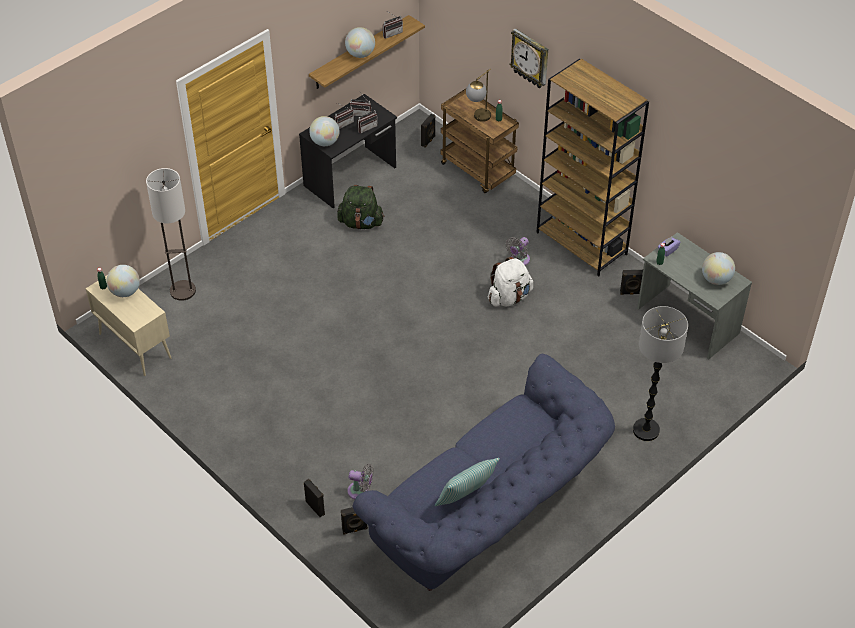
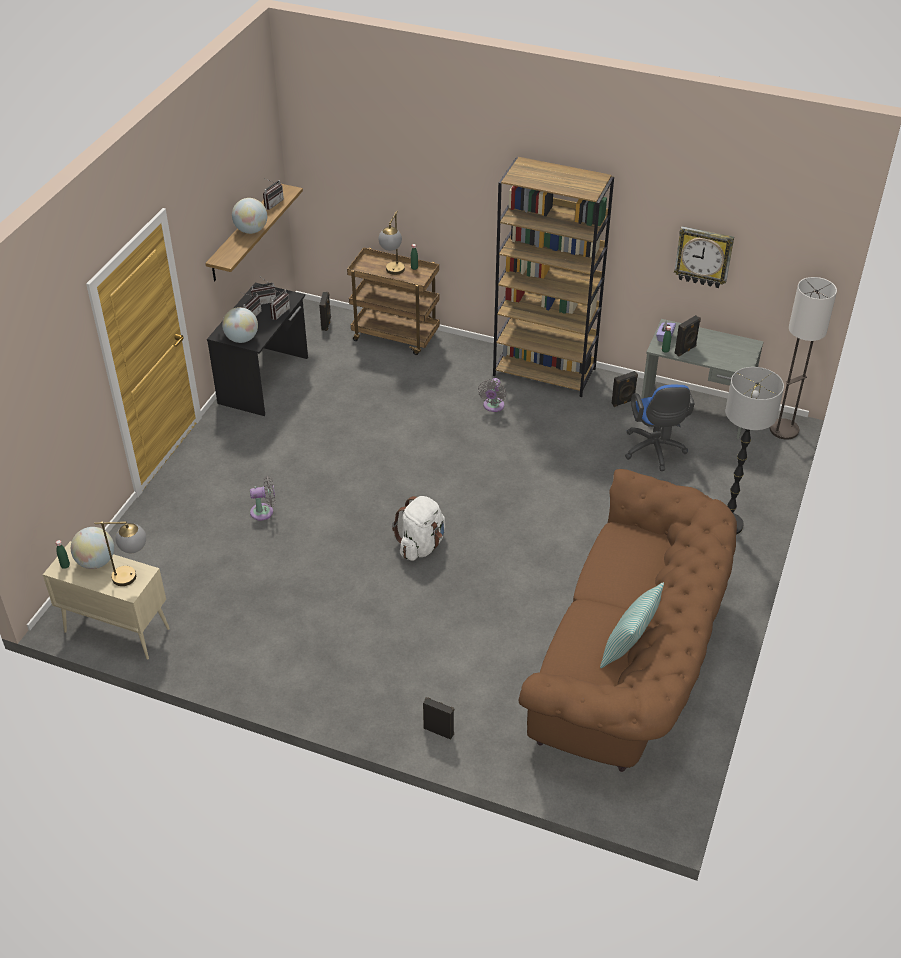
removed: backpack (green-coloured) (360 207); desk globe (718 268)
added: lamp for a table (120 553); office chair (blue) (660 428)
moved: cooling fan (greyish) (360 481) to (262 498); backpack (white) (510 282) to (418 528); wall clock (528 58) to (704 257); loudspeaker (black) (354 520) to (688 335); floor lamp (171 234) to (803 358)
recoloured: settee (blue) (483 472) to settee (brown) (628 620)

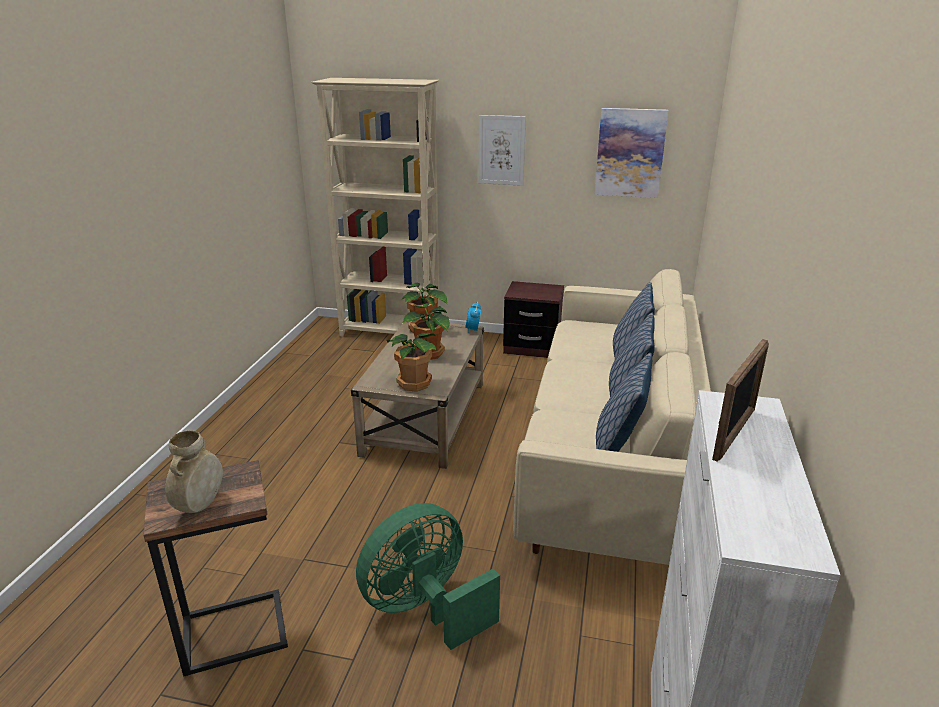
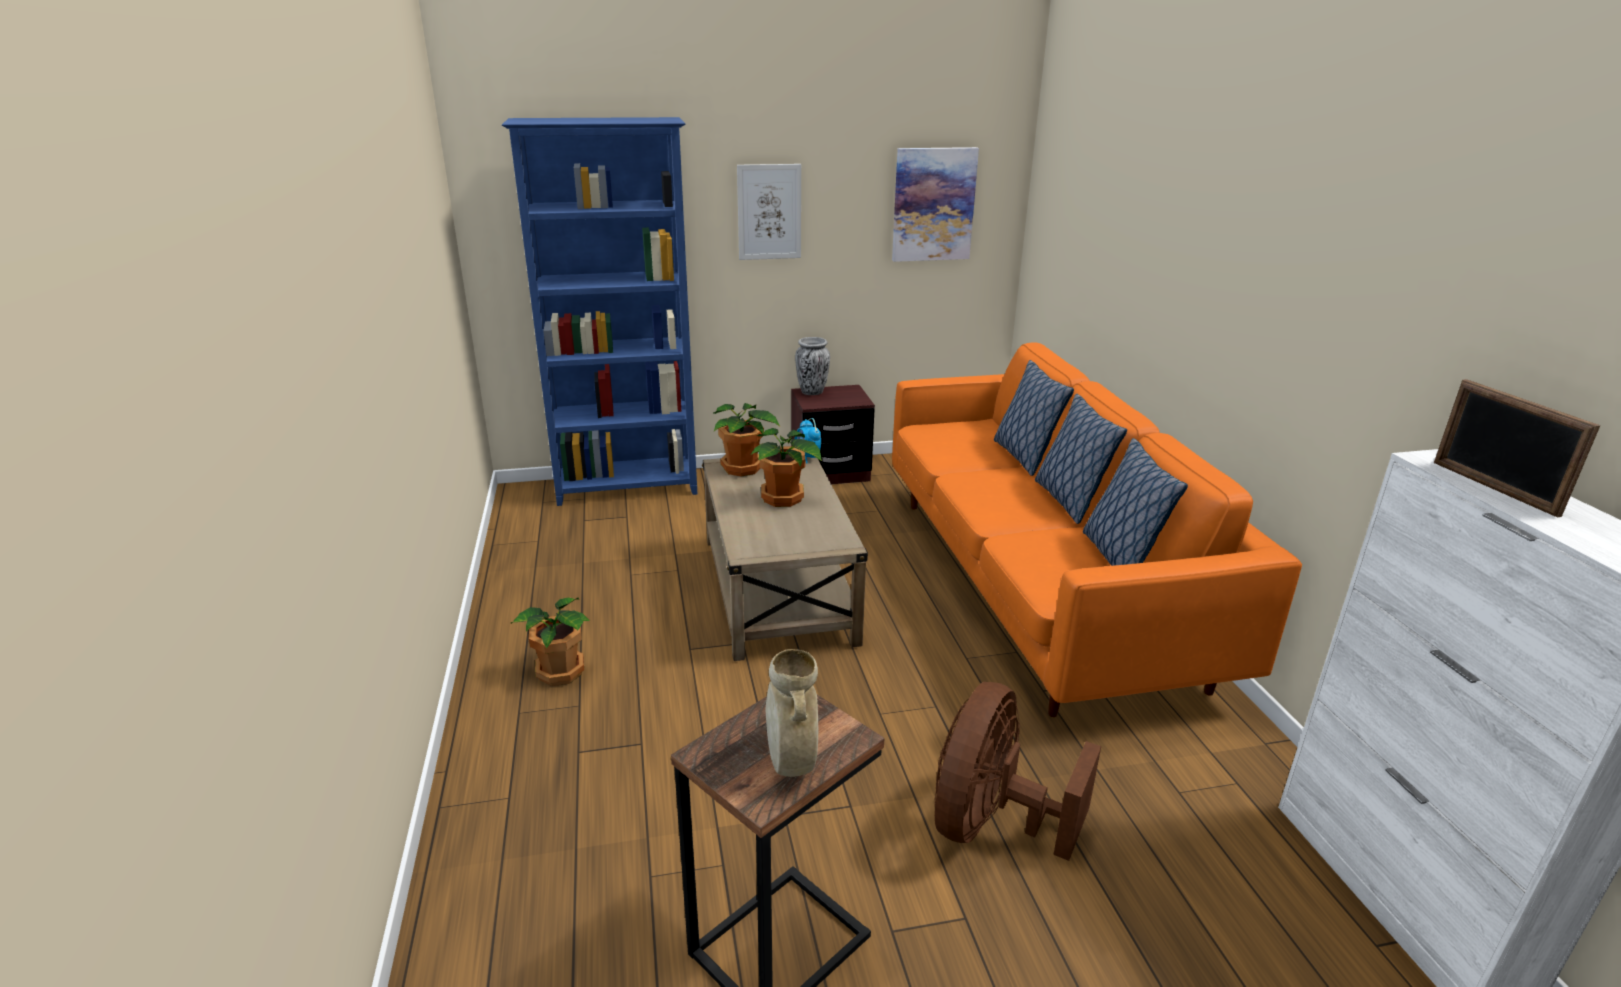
added: flower vase (812 366)
moved: potted plant (412 362) to (550 641)
recoloured: shelving unit (beige) (375 207) to shelving unit (blue) (599 311); settee (beige) (612 417) to settee (orangey) (1097 529); cooling fan (green-coloured) (428 576) to cooling fan (brown) (1018 771)
turned: picture frame (740 400) = (1517 448) 150 degrees clockwise

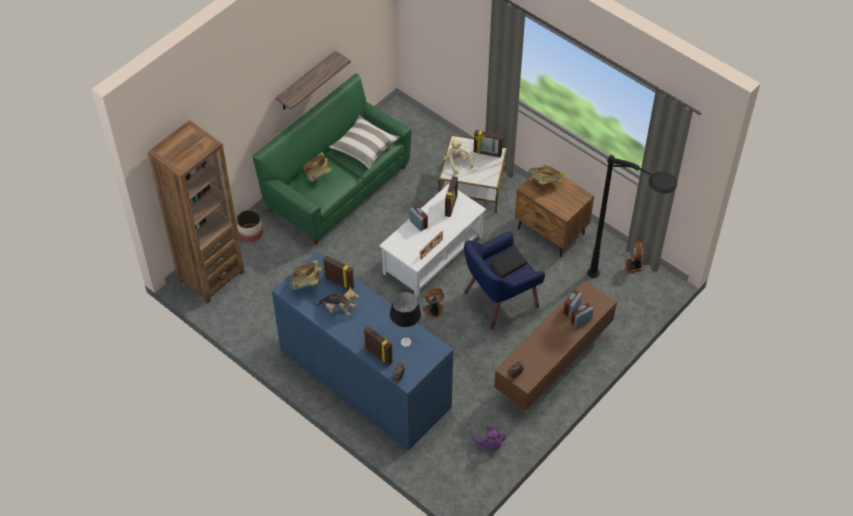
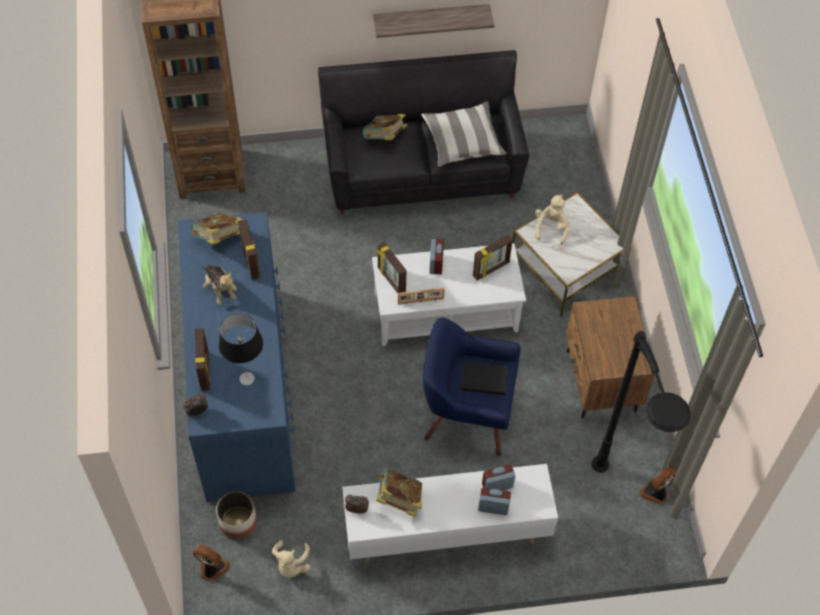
moved: cooling fan (433 303) to (211 563); planter (249 226) to (236 515); book (546 175) to (399 492); picture frame (488 144) to (392 267)
recoloured: plush toy (purplish) (489 438) to plush toy (beige) (291 558); settee (green-coloured) (332 159) to settee (black) (423 132); tv stand (brown) (555 347) to tv stand (white) (450 514)

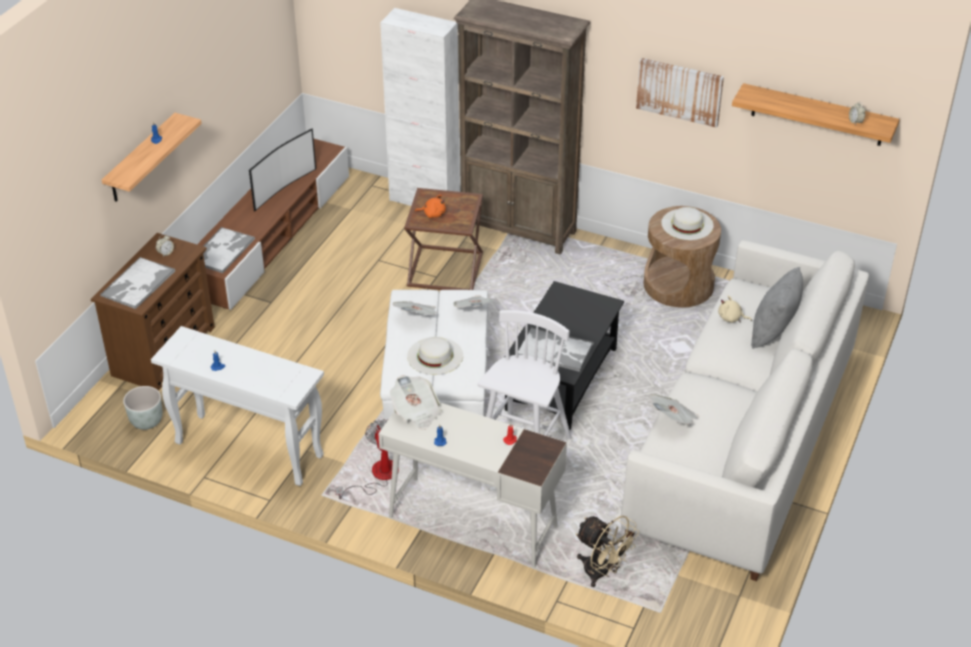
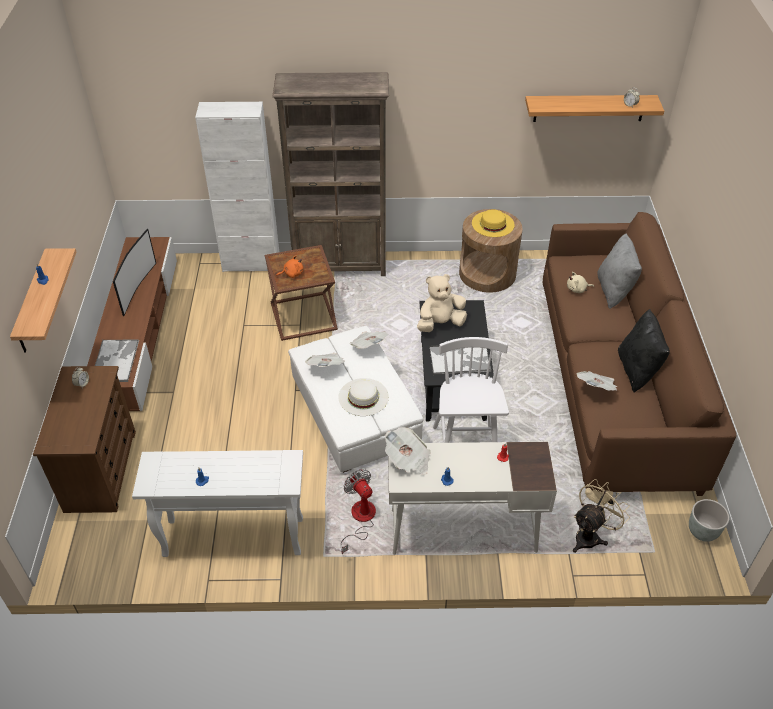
removed: tray (138 283); wall picture (680 93)
added: plush toy (beige) (442 303); pillow (black) (644 350)
moved: planter (greyish) (142 408) to (709 520)
recoloured: hat (white) (687 223) to hat (yellow) (493 223); settee (white) (745 410) to settee (brown) (639 354)
turned: cooling fan (beige) (607 551) = (601 516) 60 degrees counterclockwise

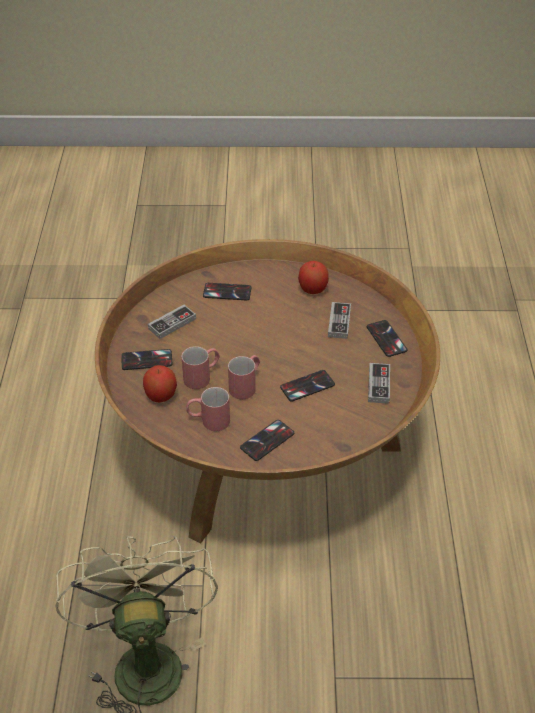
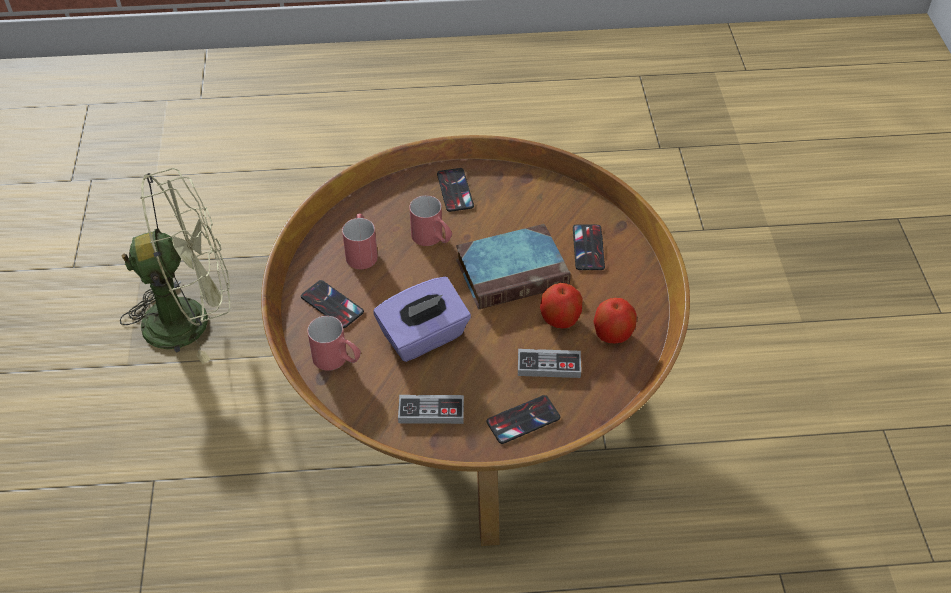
removed: joypad (172 322)
added: book (513 267)
moved: mug (red-coloured) (244 377) to (334 343); whole apple (160 384) to (561 306)
replaced: telephone (307 386) to tissue box (purplish) (422 319)

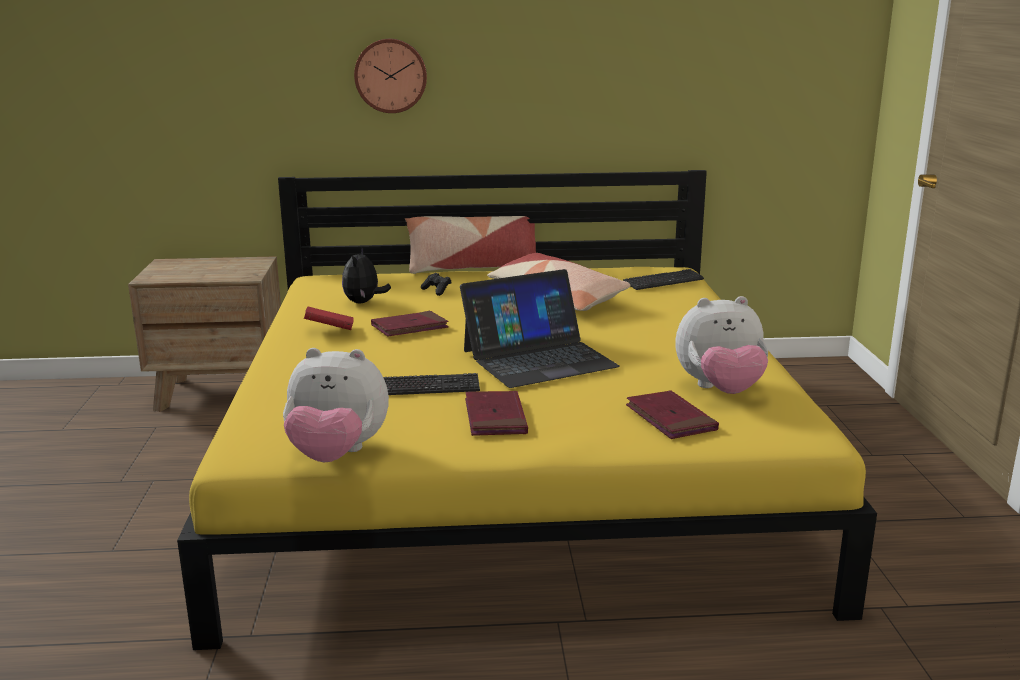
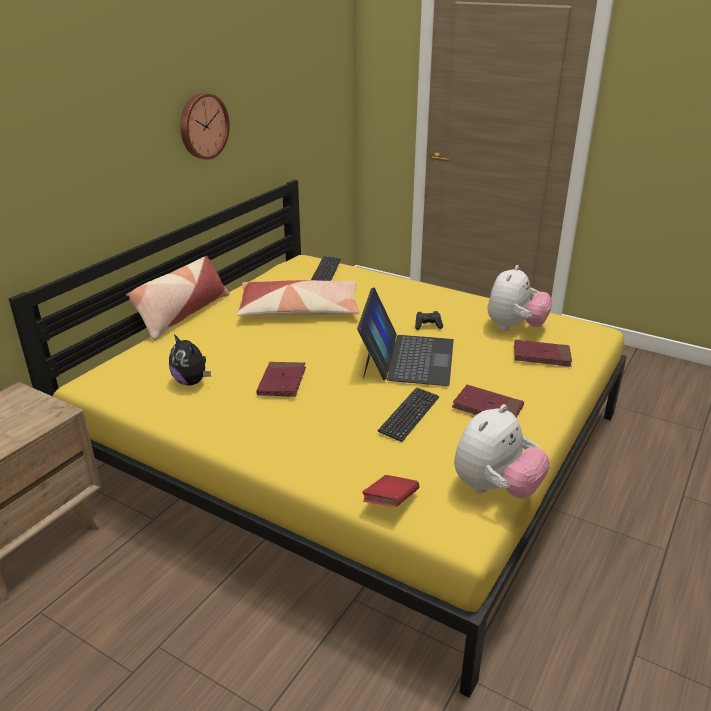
moved: wall clock (390 76) to (205 126); book (red-coloured) (329 318) to (390 491); joypad (black) (436 284) to (429 320)

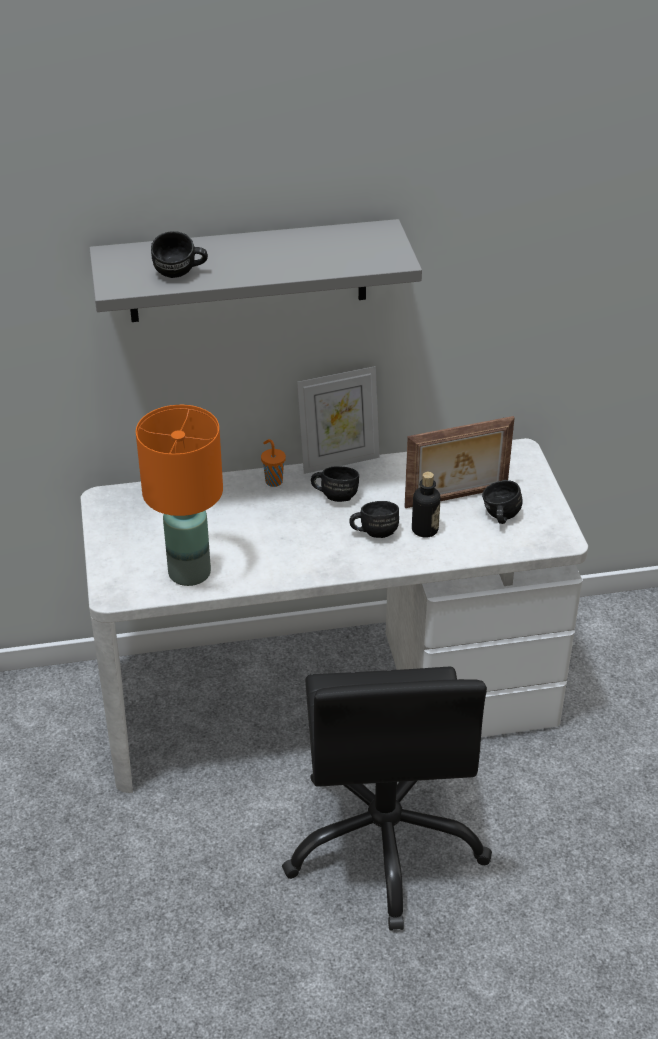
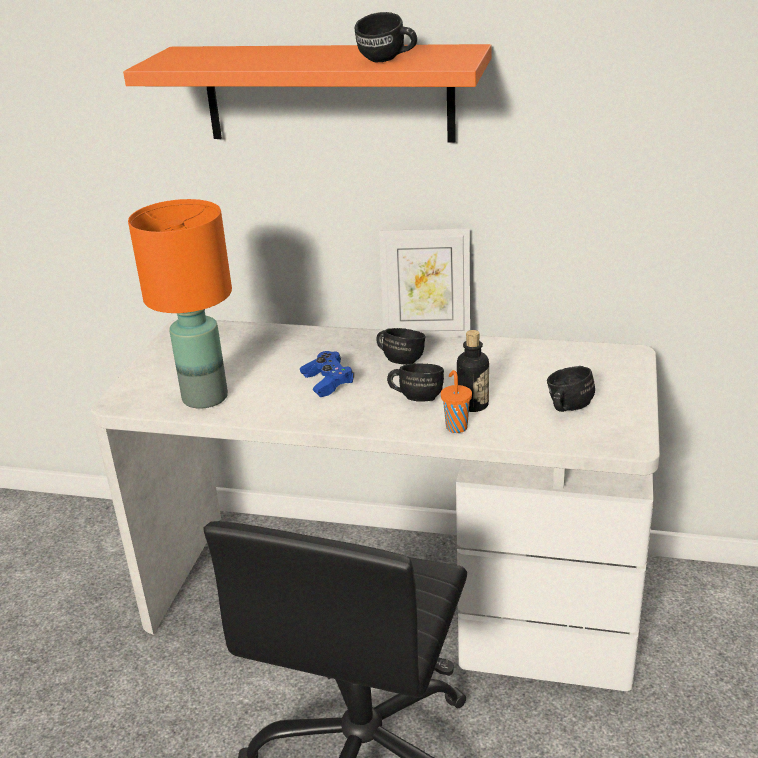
removed: picture frame (459 462)
added: joypad (blue) (327 374)
moved: mug (black) (179 254) to (386 37); small cup (orangey) (273 463) to (456 401)
recoloured: bracket shelf (greyish) (255 270) to bracket shelf (orangey) (307 93)

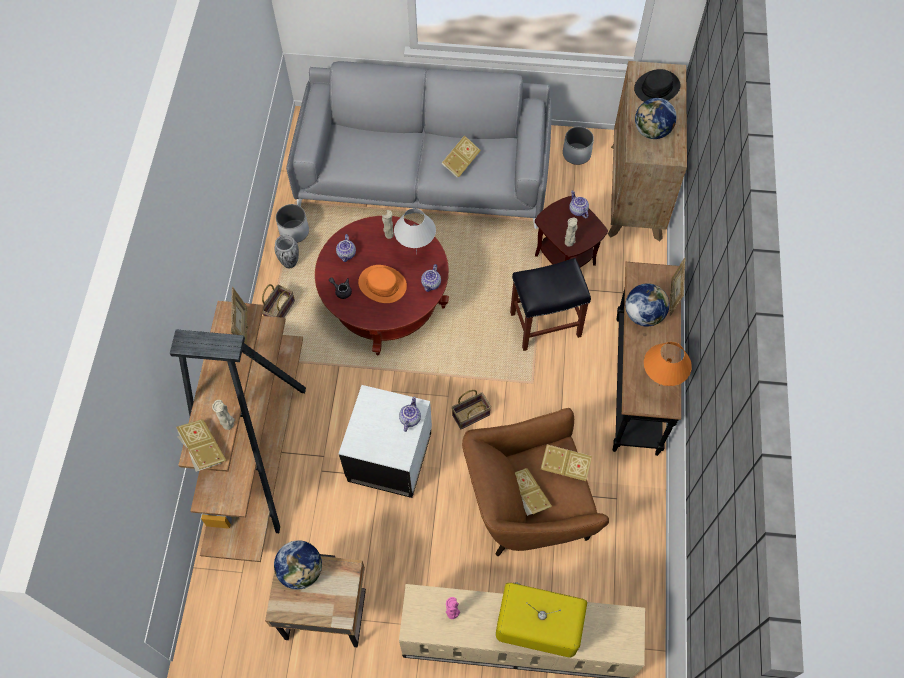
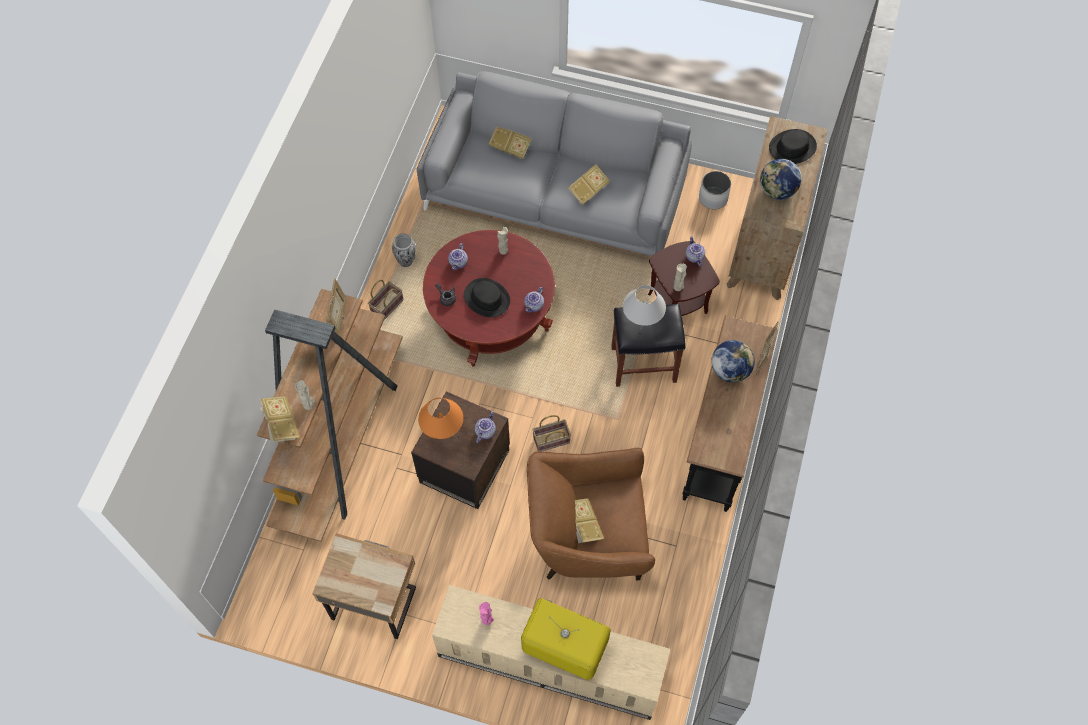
removed: desk globe (298 565); planter (white) (292 223)
moved: lamp for a table (orangey) (668 364) to (440 418); book (566 463) to (510 143); lamp for a table (white) (415 231) to (644 306)
recoloured: side table (white) (385 441) to side table (brown) (460 450); hat (orangey) (382 284) to hat (black) (487 298)

